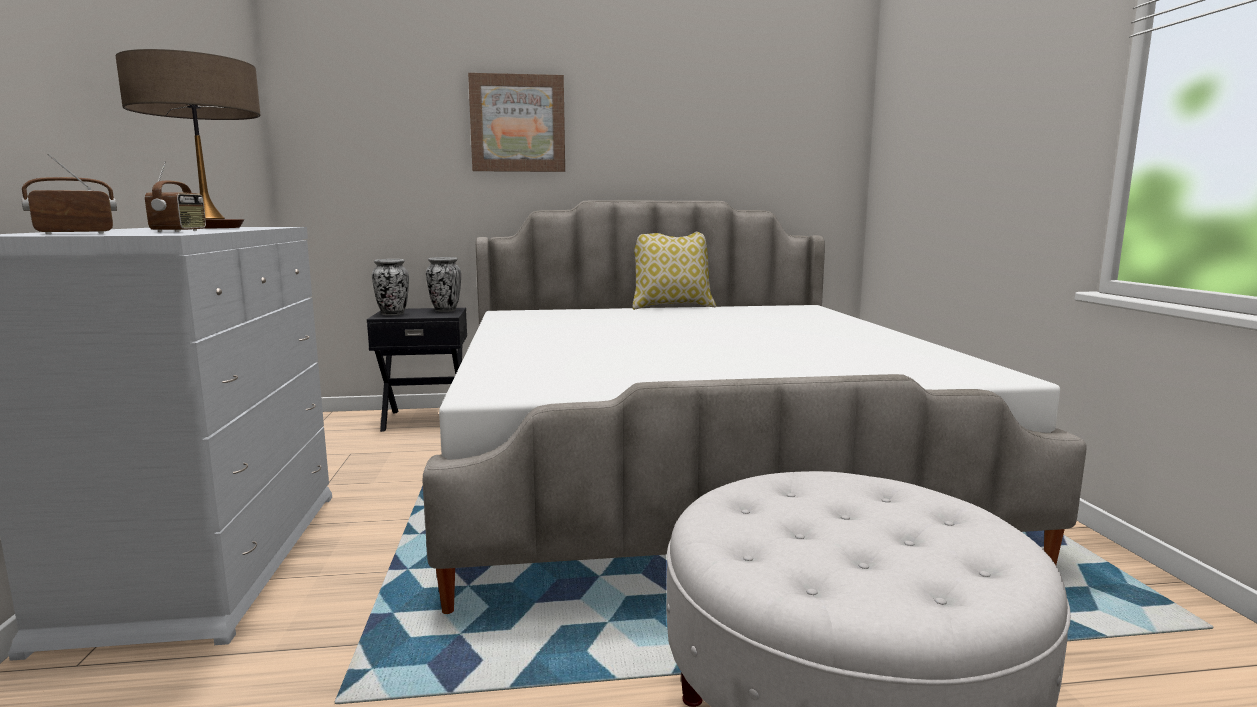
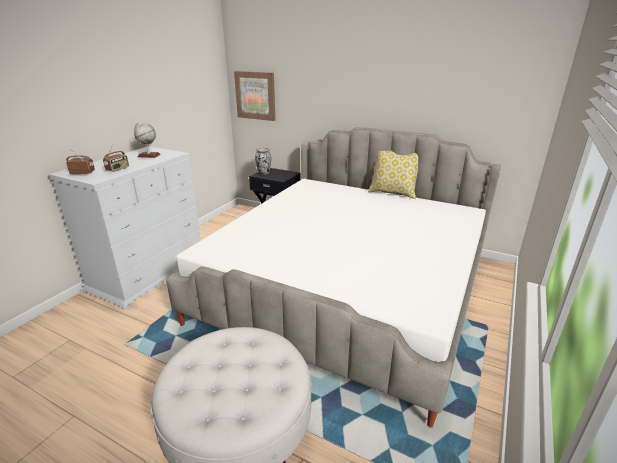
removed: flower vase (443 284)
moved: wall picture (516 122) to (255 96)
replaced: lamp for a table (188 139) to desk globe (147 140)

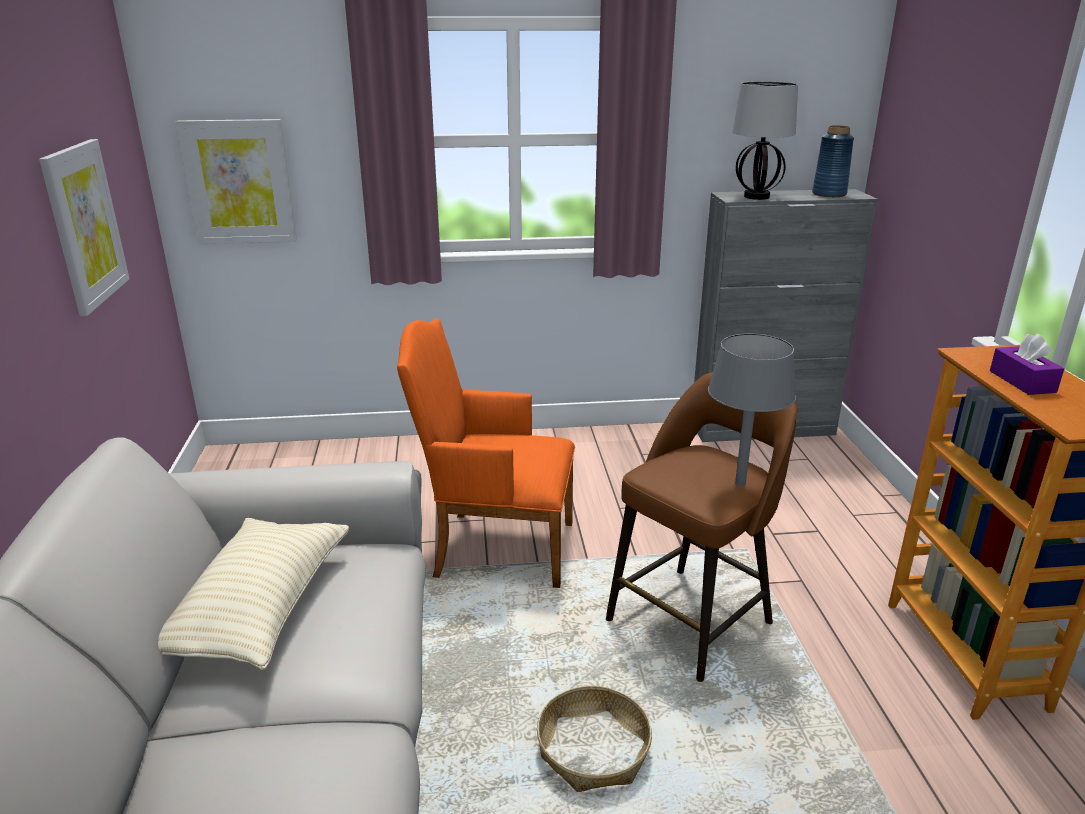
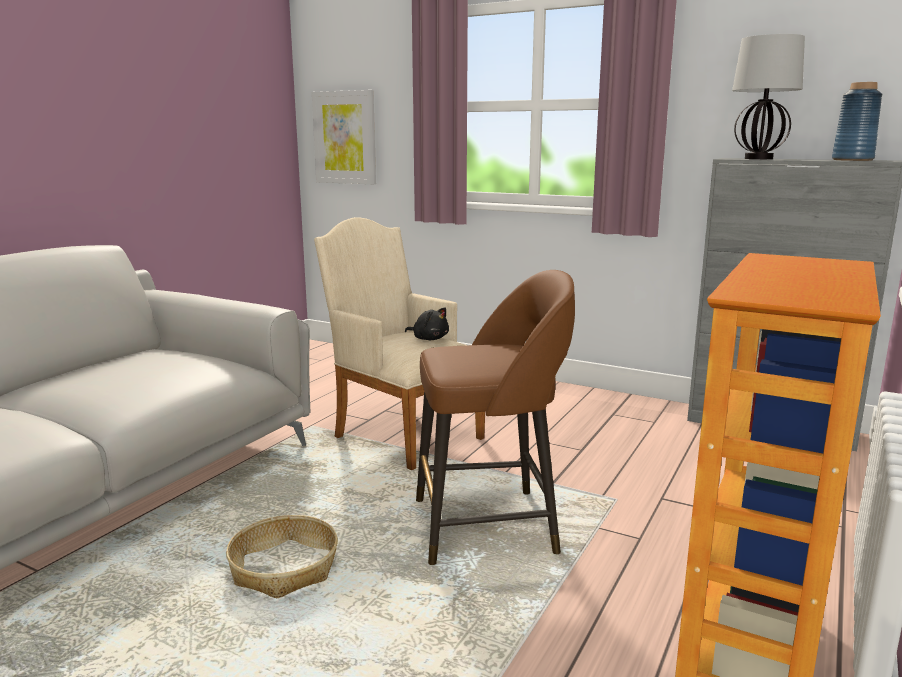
removed: wall picture (84 227); pillow (beige) (253 594); lamp for a table (greyish) (752 410); tissue box (purplish) (1027 364)
added: plush toy (black) (427 324)
recoloured: easy chair (orangey) (486 453) to easy chair (beige) (399 343)

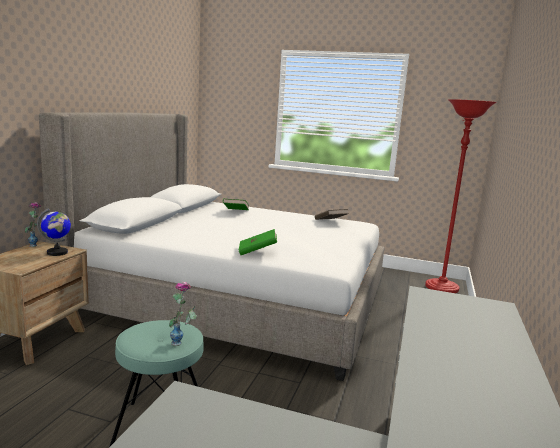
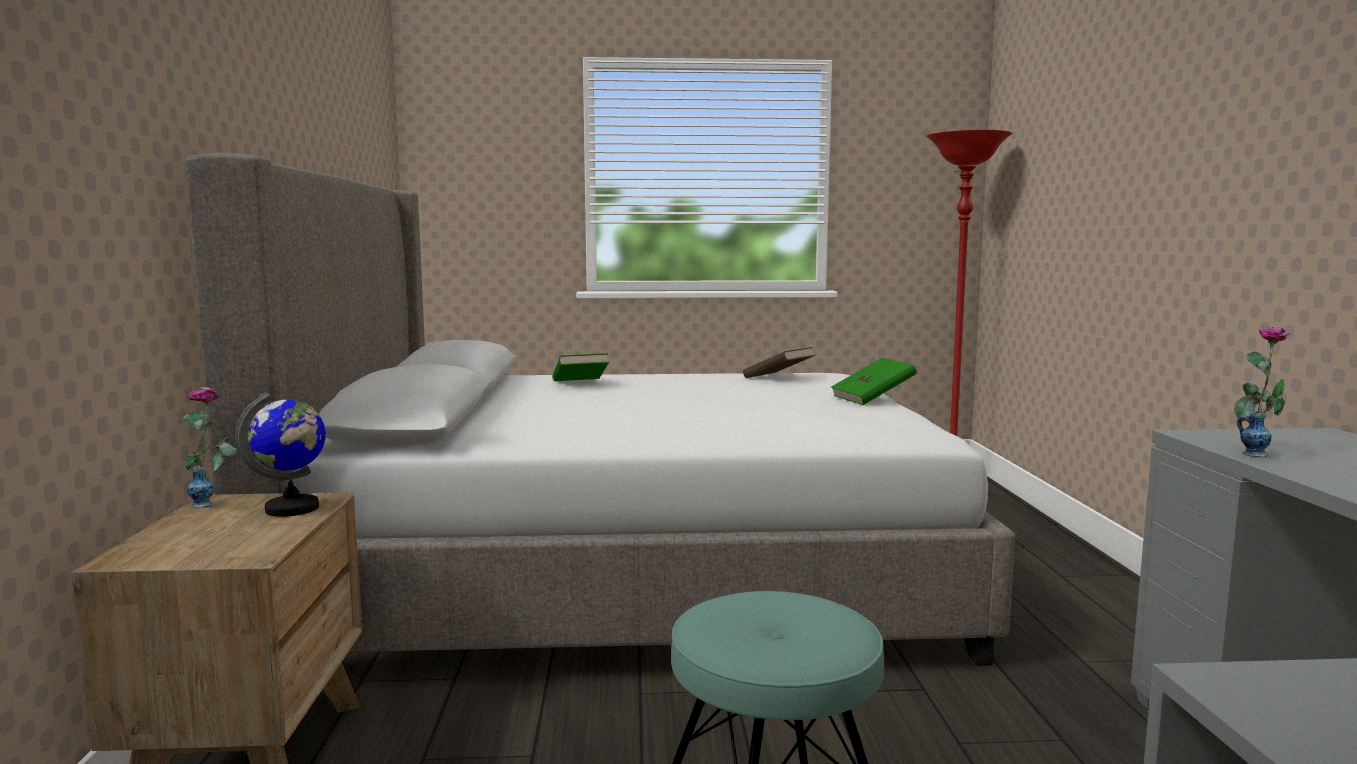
moved: book (green-coloured) (258 242) to (874 381); flower vase (183 314) to (1262 392)

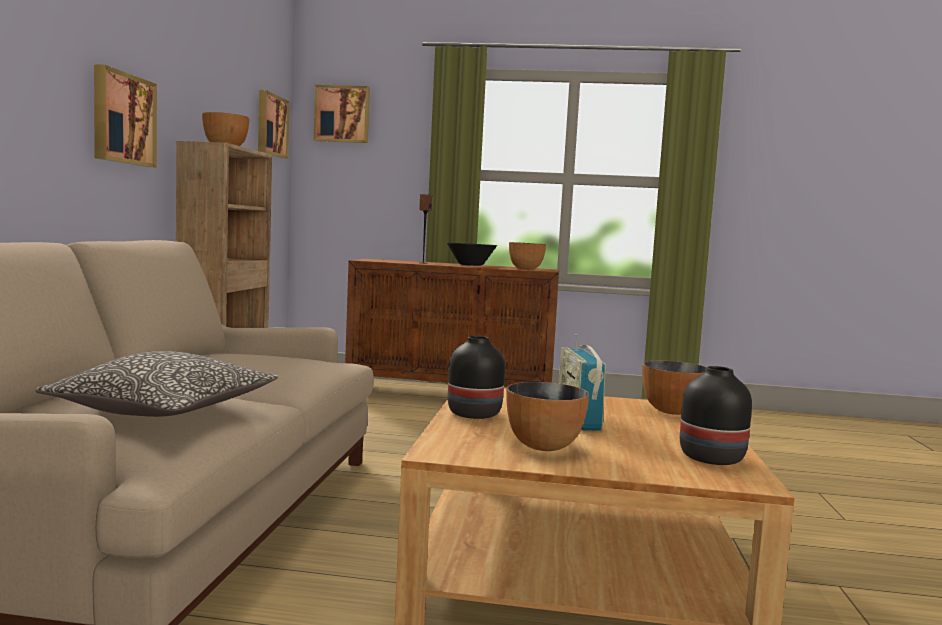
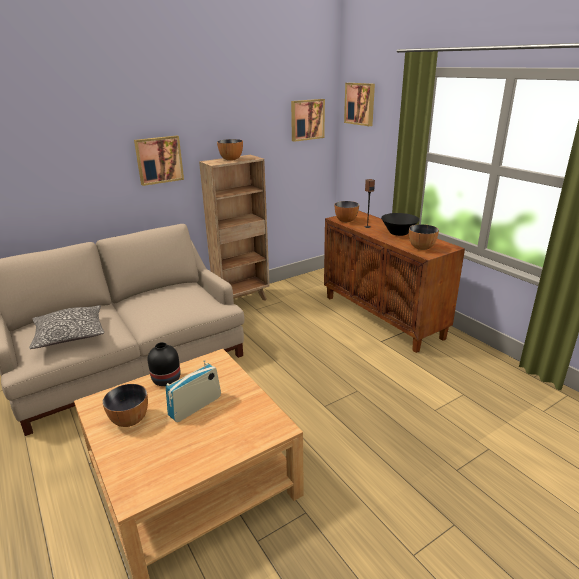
removed: flower vase (black) (716 415)
moved: deep dish (674 388) to (347 211)

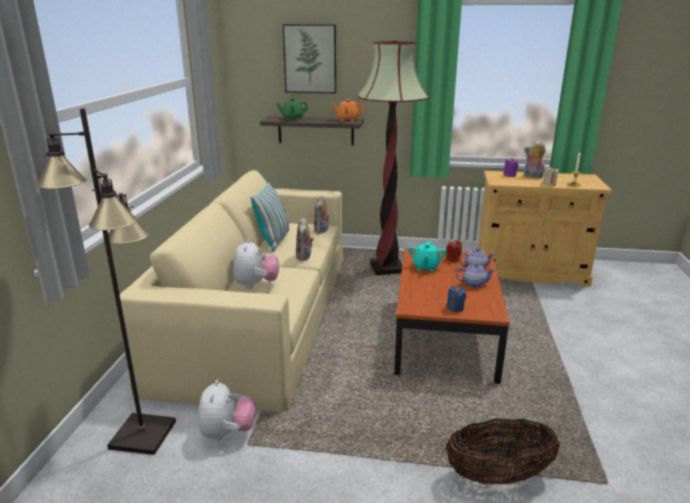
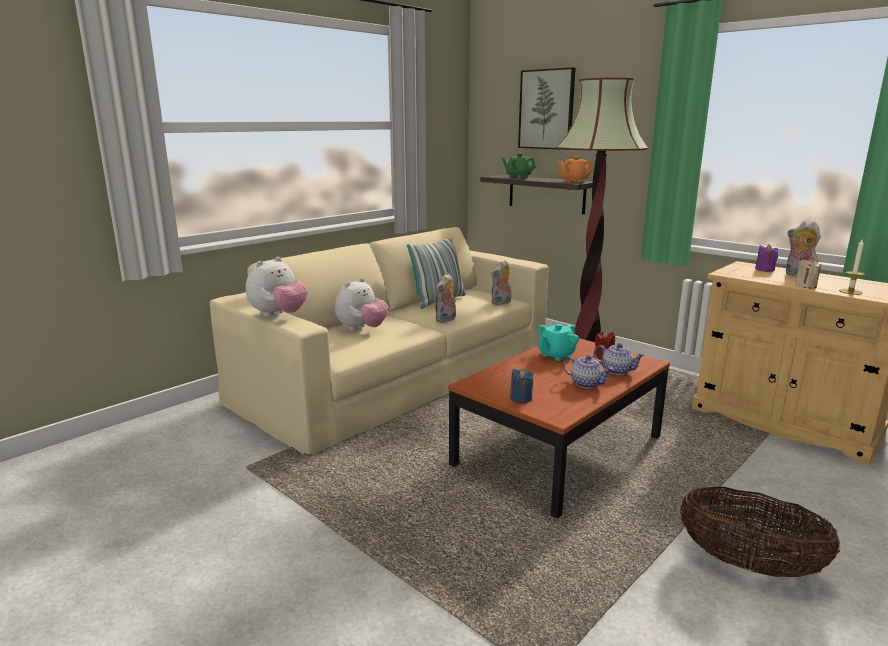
removed: floor lamp (black) (106 281)
moved: plush toy (226 410) to (277 287); basket (502 451) to (760 532)

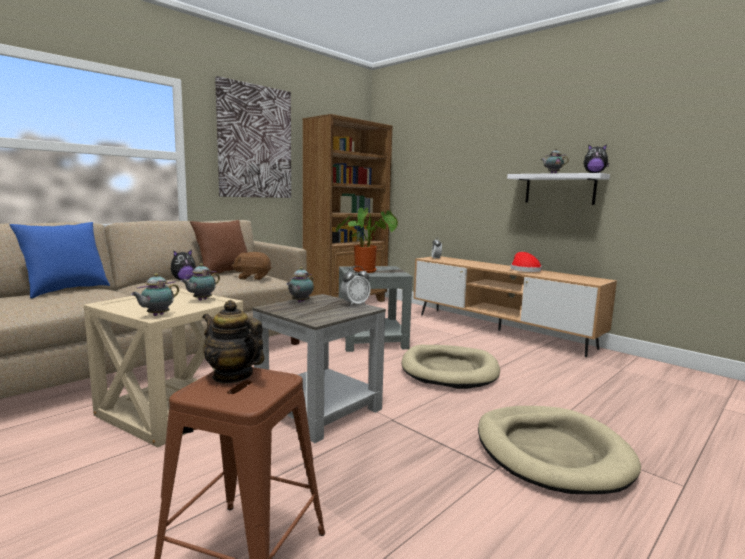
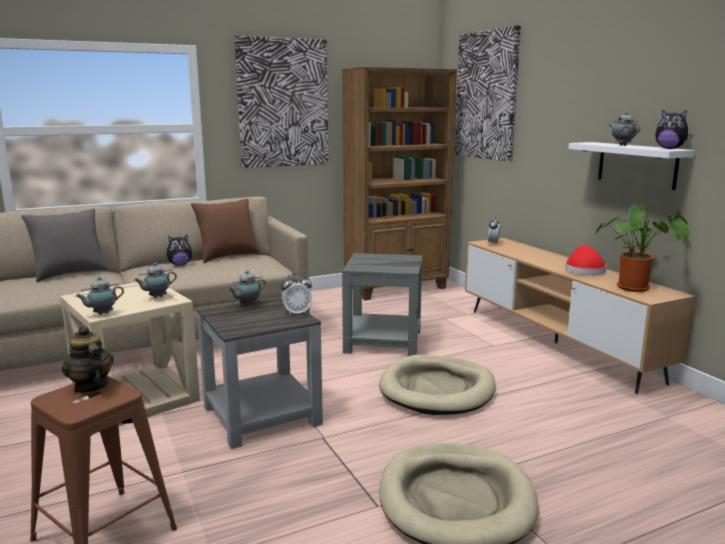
removed: plush toy (brown) (251 266)
added: wall picture (488 93)
moved: potted plant (367 240) to (643 248)
recoloured: pillow (blue) (59 260) to pillow (greyish) (64 245)

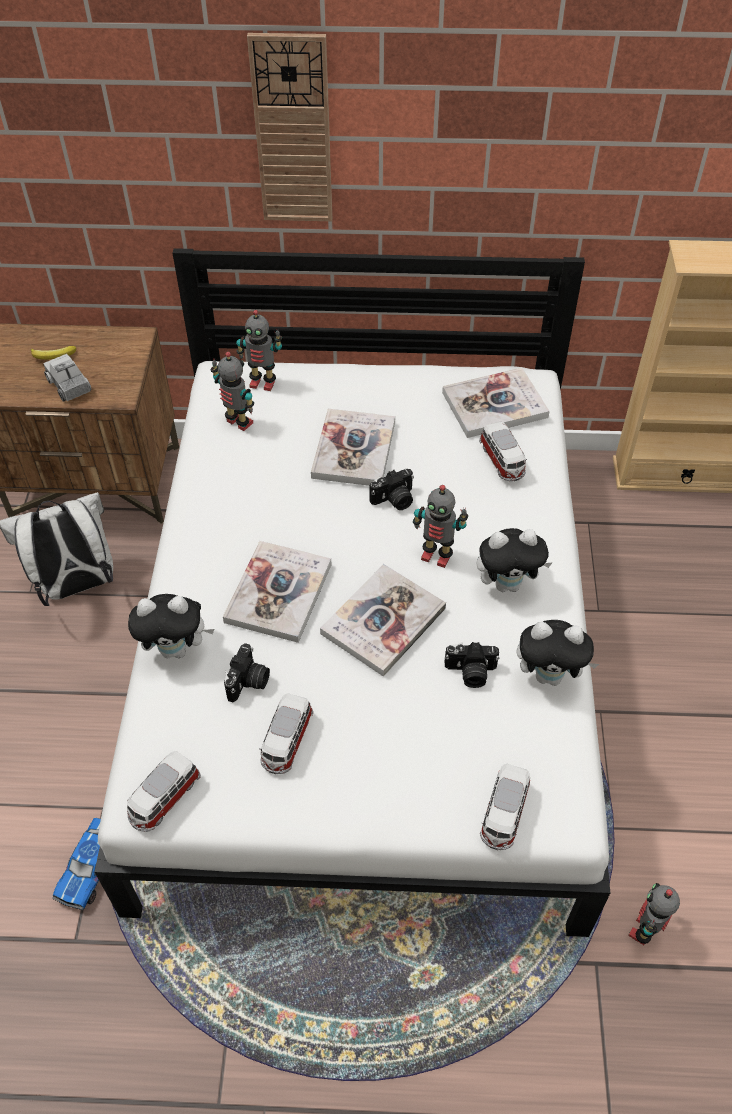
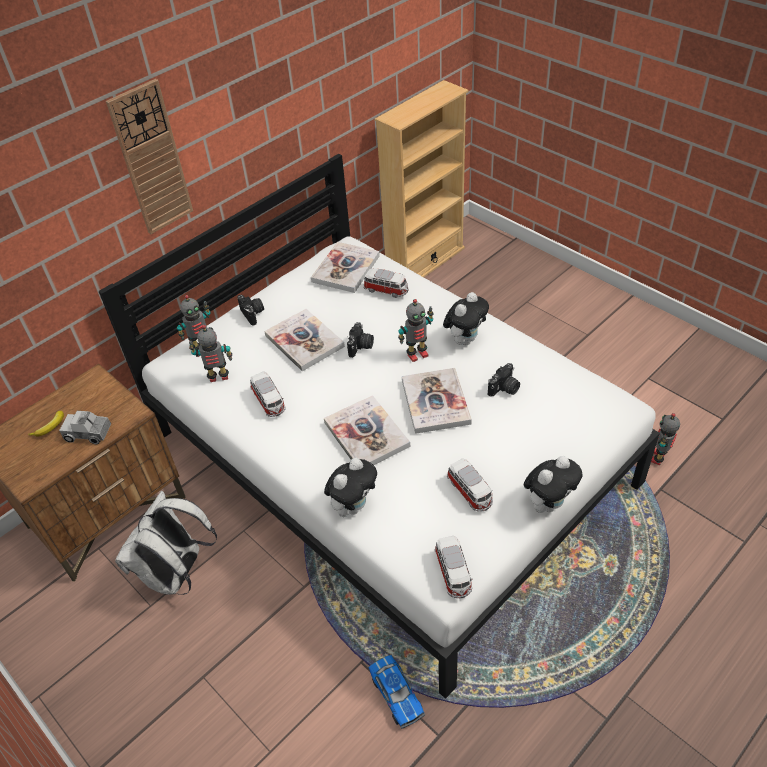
moved: still camera (247 672) to (250 310); model car (505 807) to (268 394); plush toy (558 653) to (553 484)
turned: robot figure (654 914) = (665 439) 45 degrees clockwise

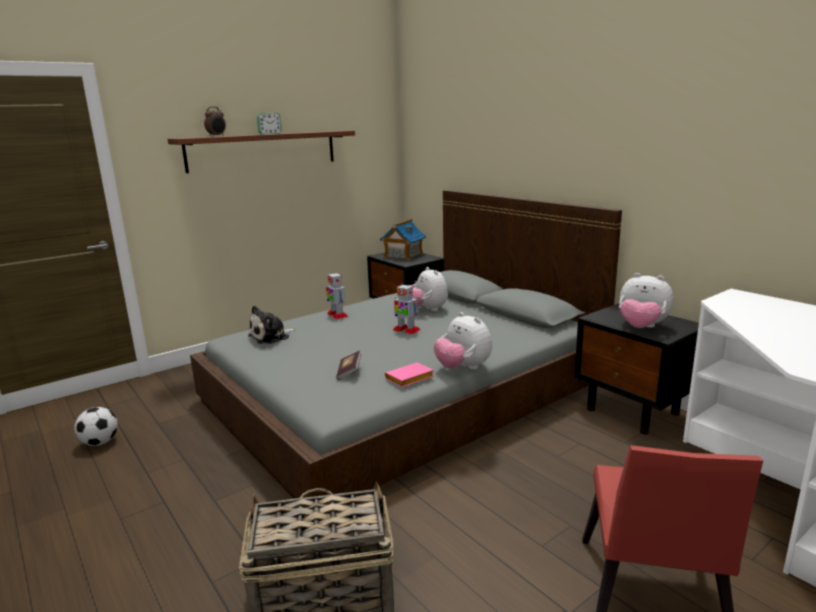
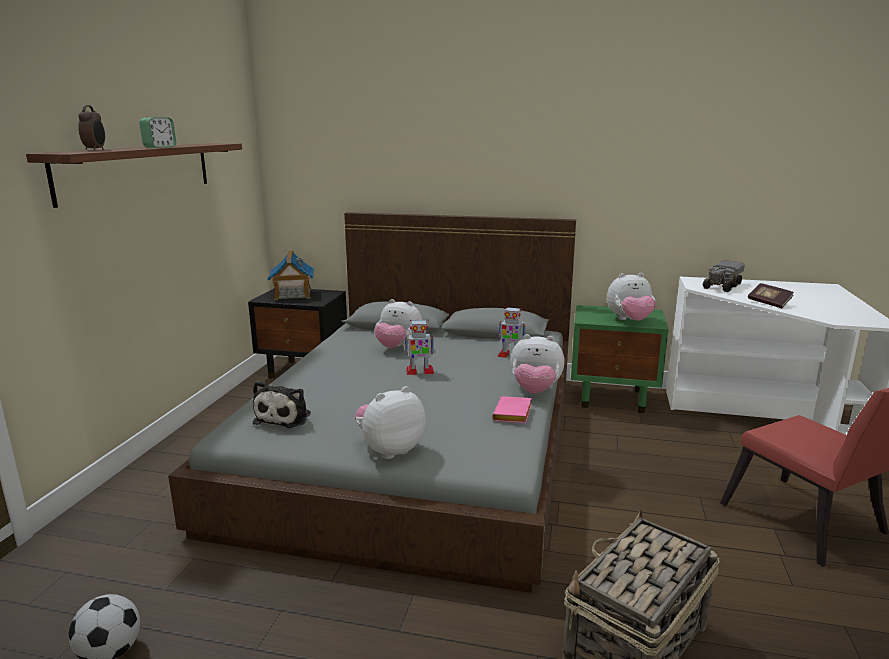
added: plush toy (390 422); model truck (724 276)
moved: robot figure (337 295) to (511 332); book (348 365) to (771 295)
recoloured: nightstand (black) (636 369) to nightstand (green-coloured) (620 359)

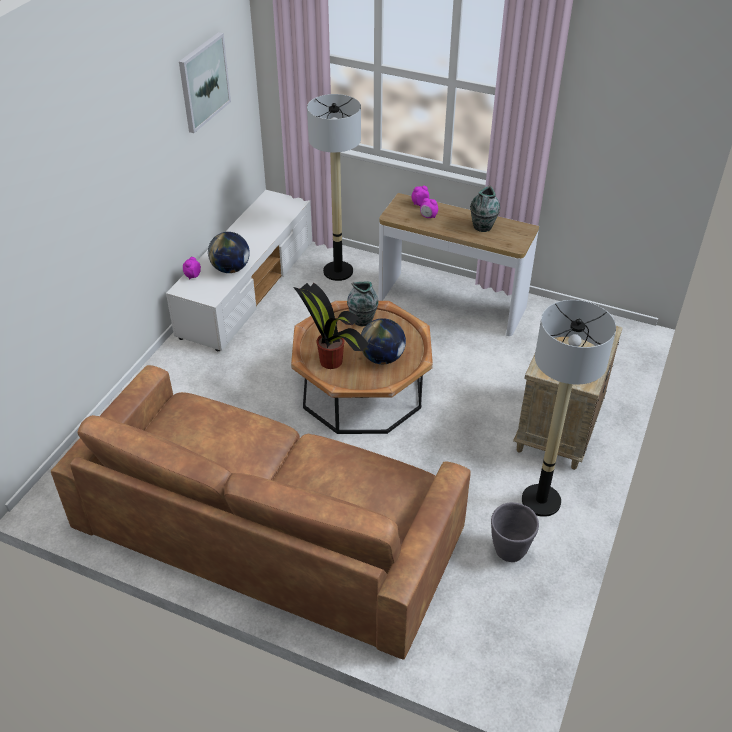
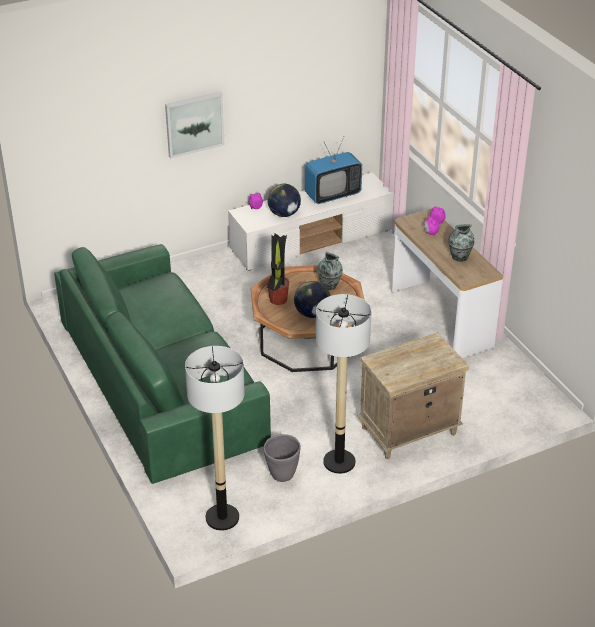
added: TV (333 170)
moved: wall picture (205 82) to (194 124); floor lamp (334 187) to (215 438)
recoloured: settee (brown) (261 512) to settee (green-coloured) (162 364)

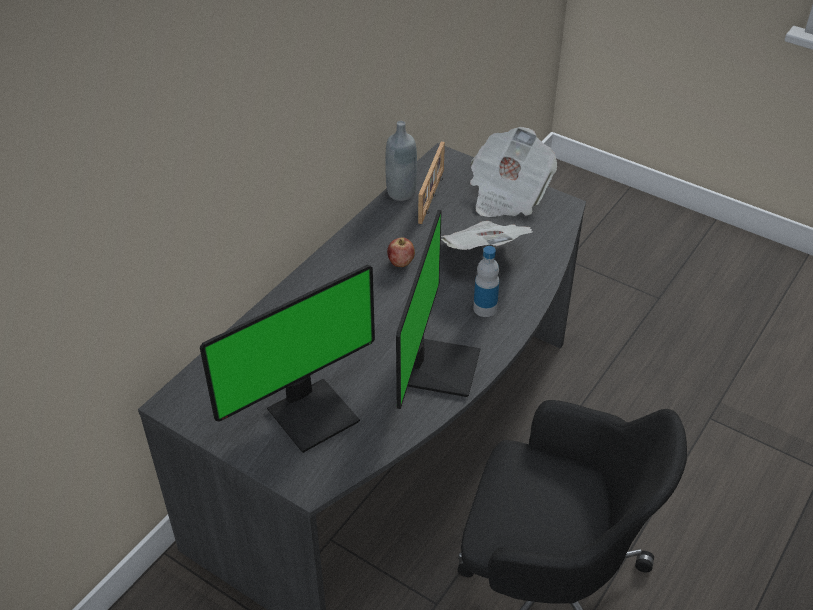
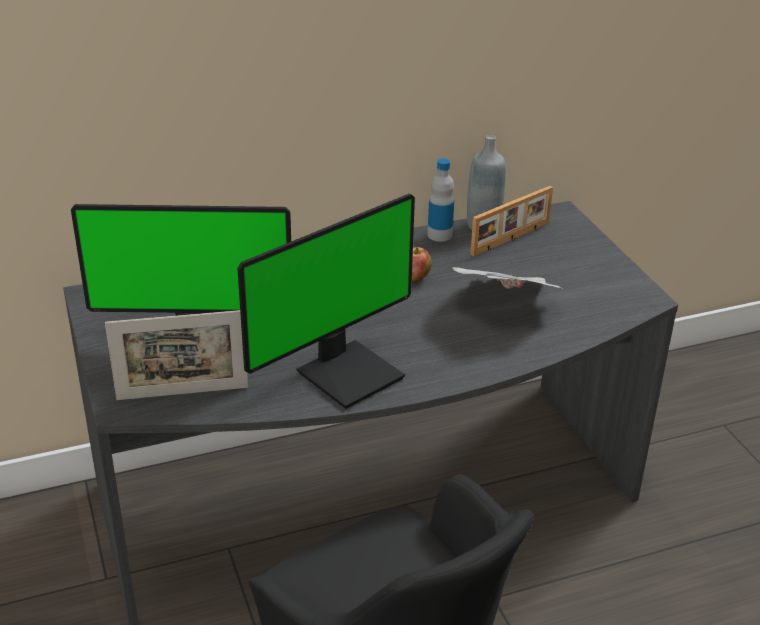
removed: newspaper (513 172)
added: picture frame (176 355)
moved: drink bottle (486 281) to (440 200)

